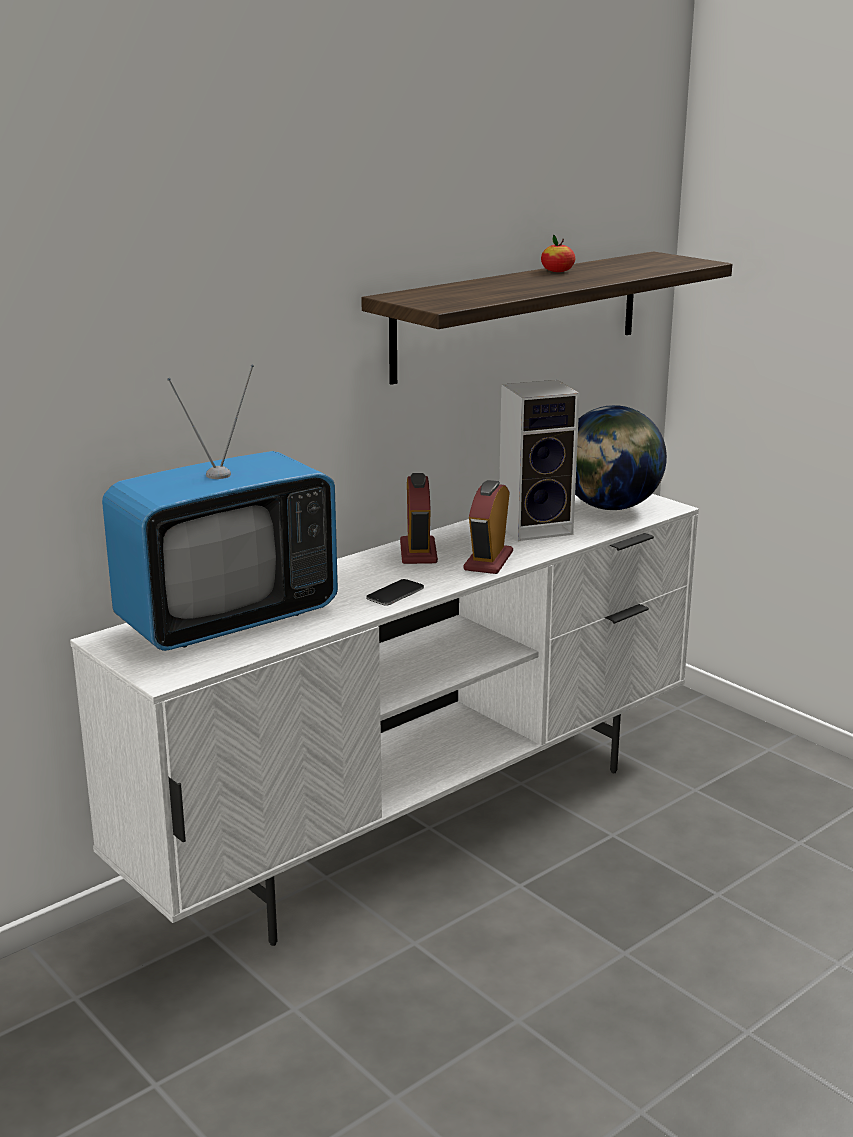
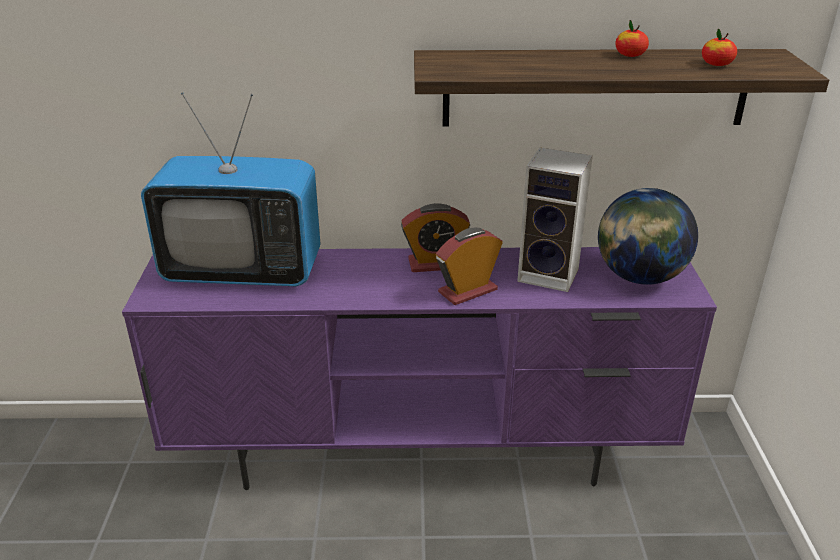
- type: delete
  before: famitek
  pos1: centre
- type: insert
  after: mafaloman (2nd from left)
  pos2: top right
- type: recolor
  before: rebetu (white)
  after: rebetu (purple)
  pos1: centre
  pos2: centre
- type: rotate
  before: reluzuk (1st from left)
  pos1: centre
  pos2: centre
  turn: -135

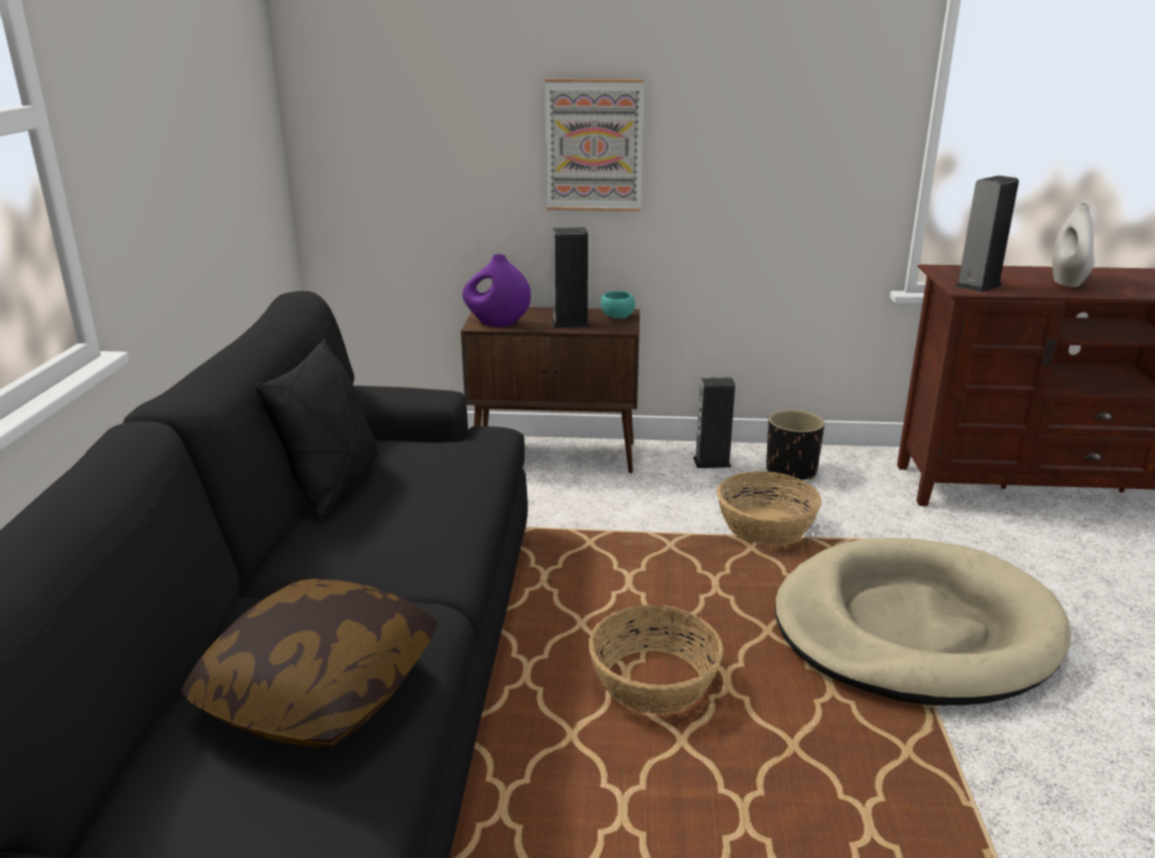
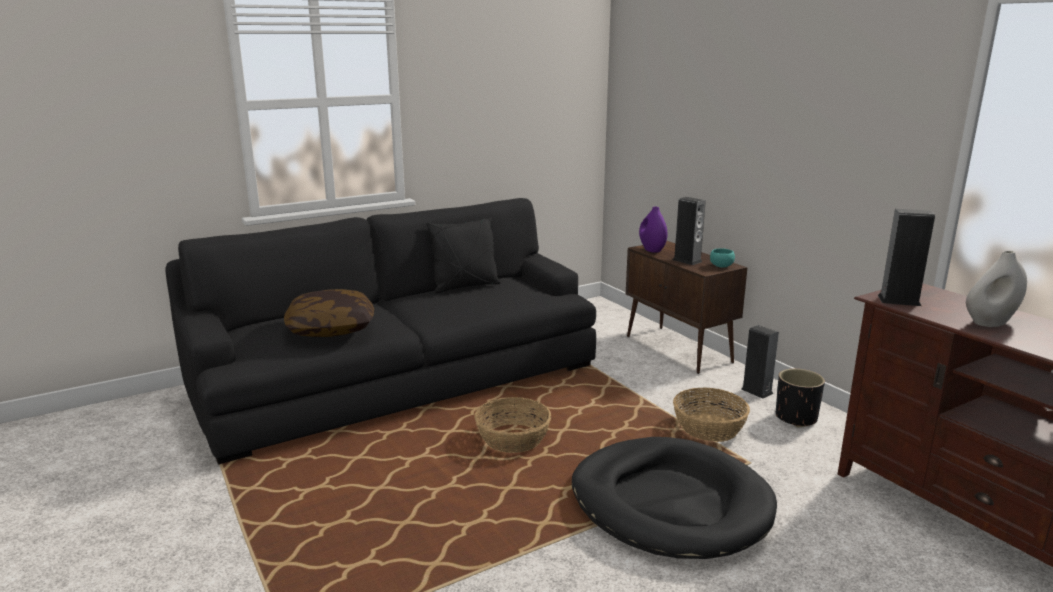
- type: delete
  before: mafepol
  pos1: top centre
- type: recolor
  before: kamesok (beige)
  after: kamesok (black)
  pos1: bottom right
  pos2: bottom centre

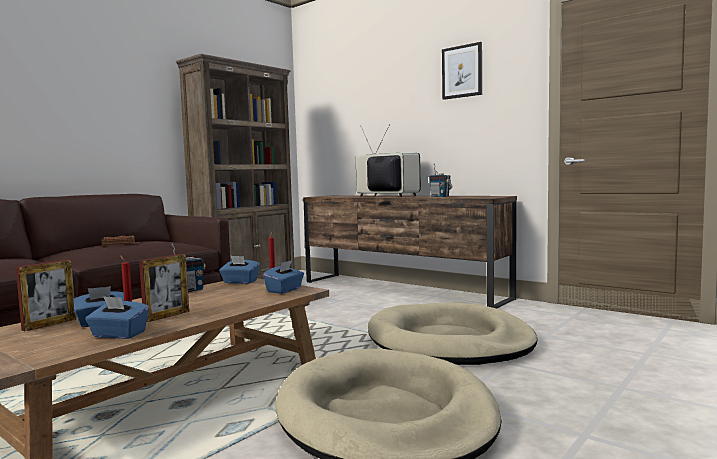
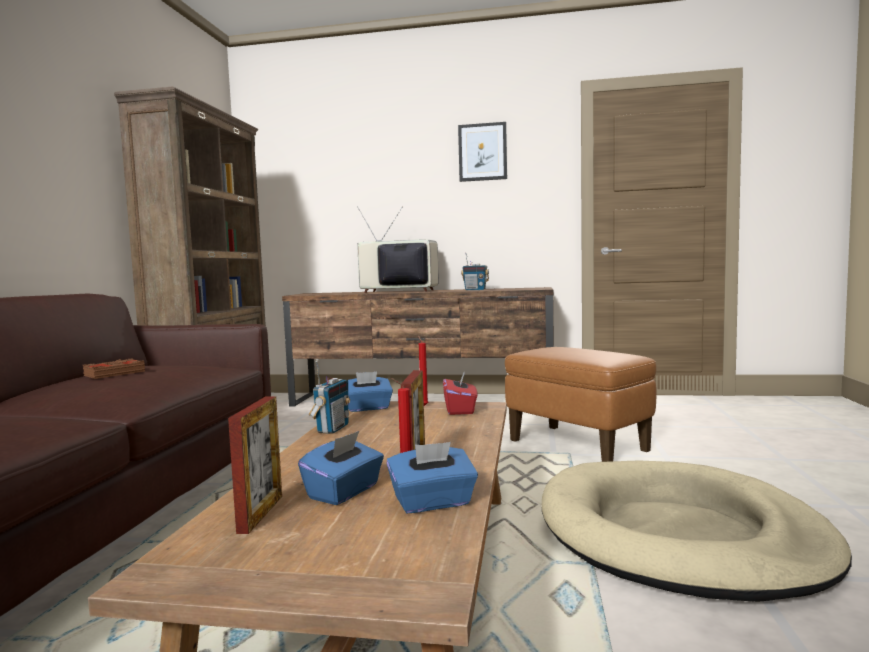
- type: replace
  before: kamesok (beige) (2nd from left)
  after: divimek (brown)
  pos1: bottom centre
  pos2: middle right
- type: recolor
  before: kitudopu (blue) (4th from left)
  after: kitudopu (red)
  pos1: centre
  pos2: centre

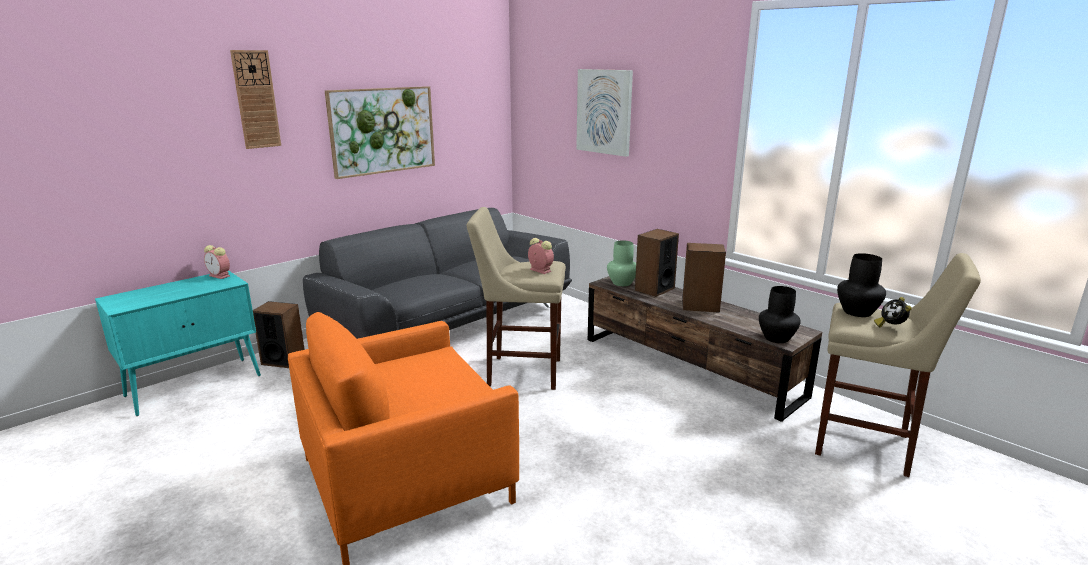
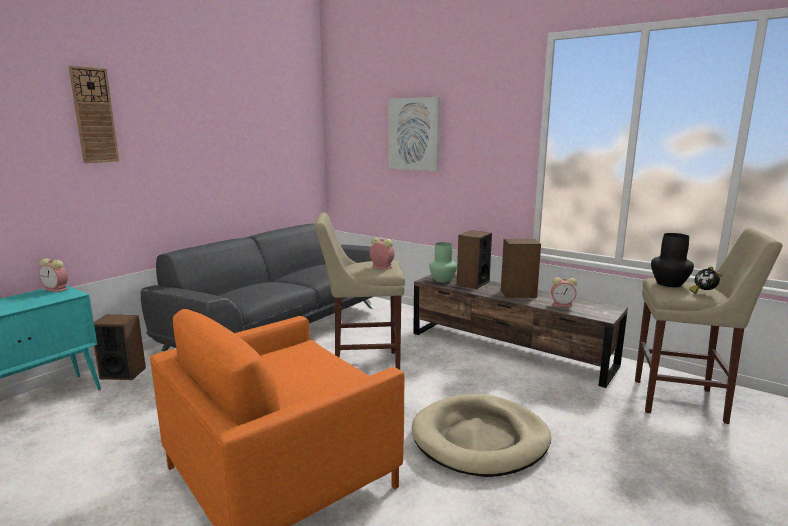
- type: delete
  before: mafepol (1st from left)
  pos1: top centre
- type: delete
  before: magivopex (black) (1st from left)
  pos1: middle right
- type: insert
  after: kamesok (beige)
  pos2: bottom centre
- type: insert
  after: reluzuk (3rd from left)
  pos2: middle right

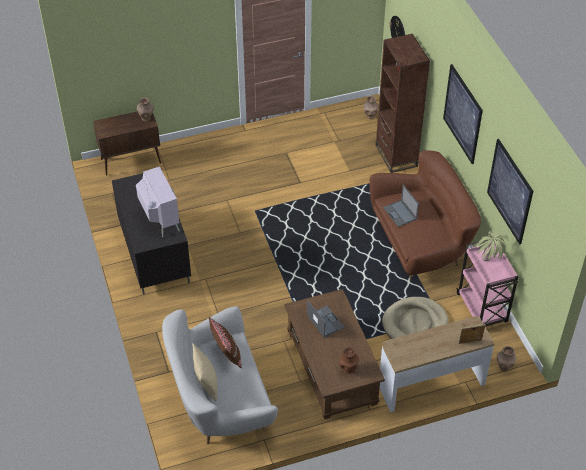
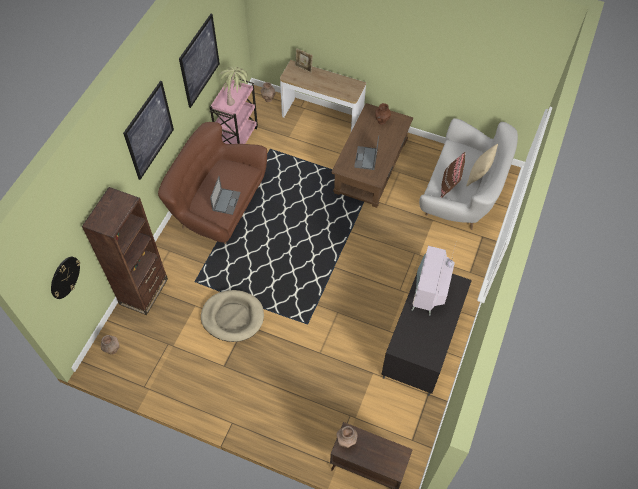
- type: move
  before: kamesok (beige)
  pos1: bottom right
  pos2: centre

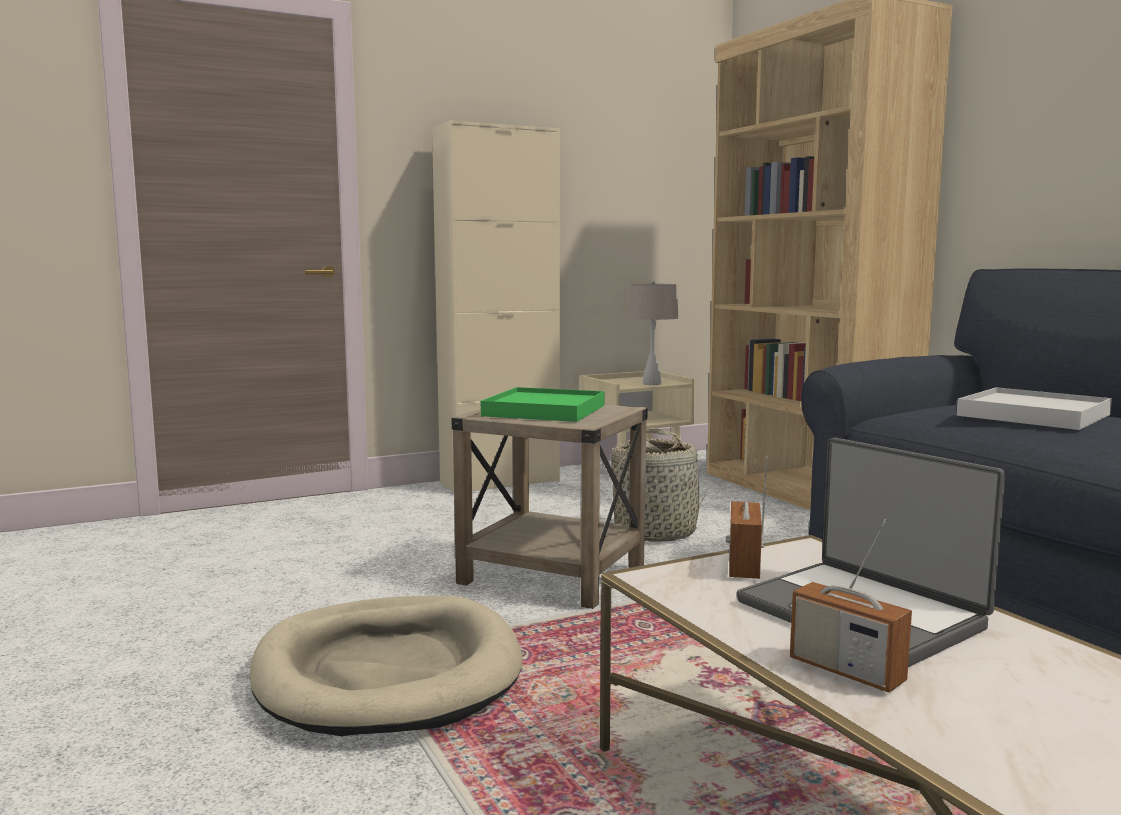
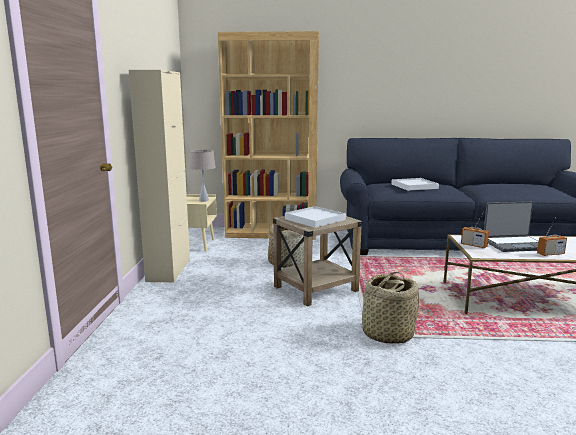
- type: replace
  before: kamesok (beige)
  after: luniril (2nd from left)
  pos1: bottom centre
  pos2: bottom right
- type: recolor
  before: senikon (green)
  after: senikon (white) (1st from left)
  pos1: centre
  pos2: centre

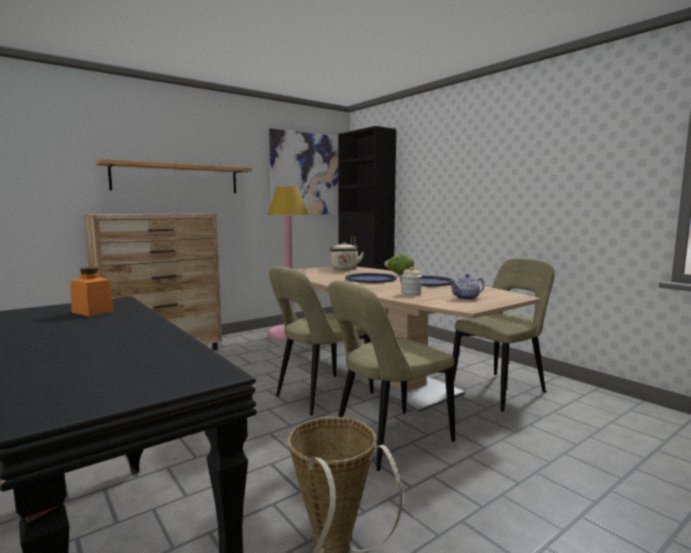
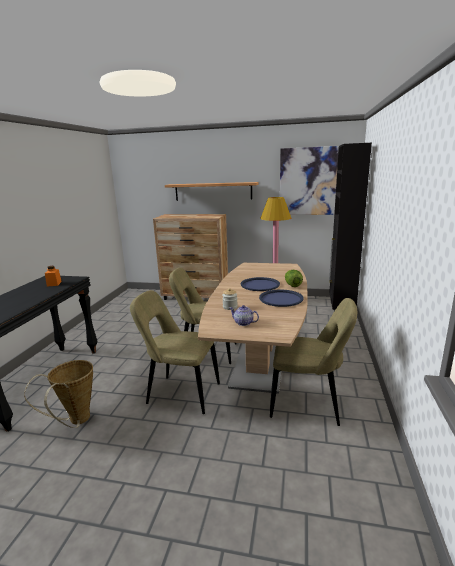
- type: delete
  before: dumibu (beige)
  pos1: centre

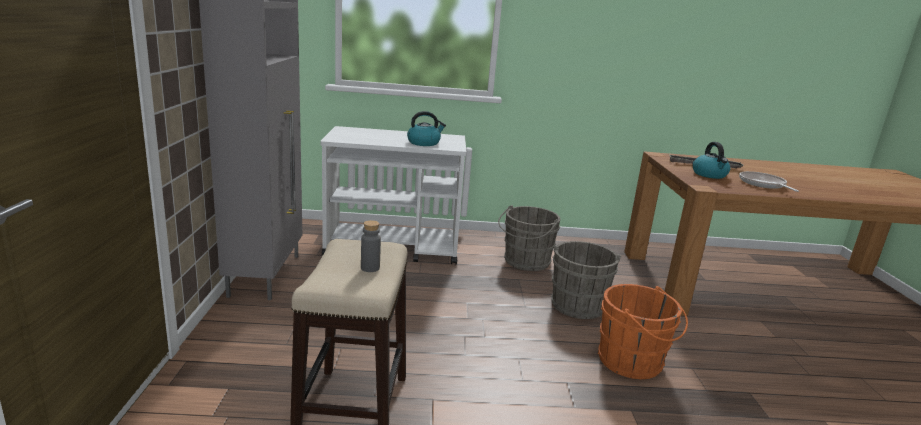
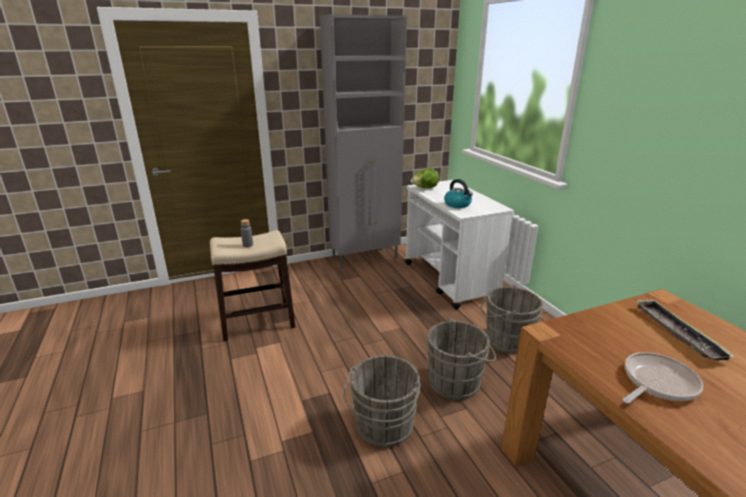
- type: delete
  before: dumibu (2nd from left)
  pos1: middle right
- type: insert
  after: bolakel
  pos2: centre
- type: recolor
  before: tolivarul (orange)
  after: tolivarul (grey) (1st from left)
  pos1: bottom right
  pos2: bottom centre

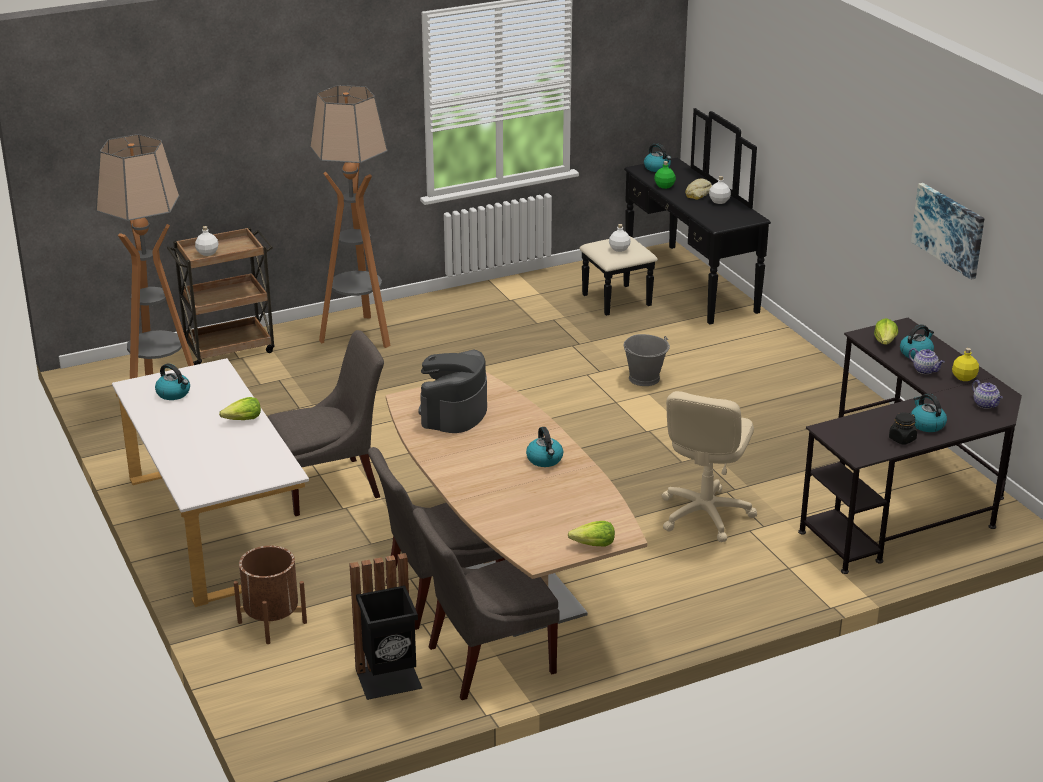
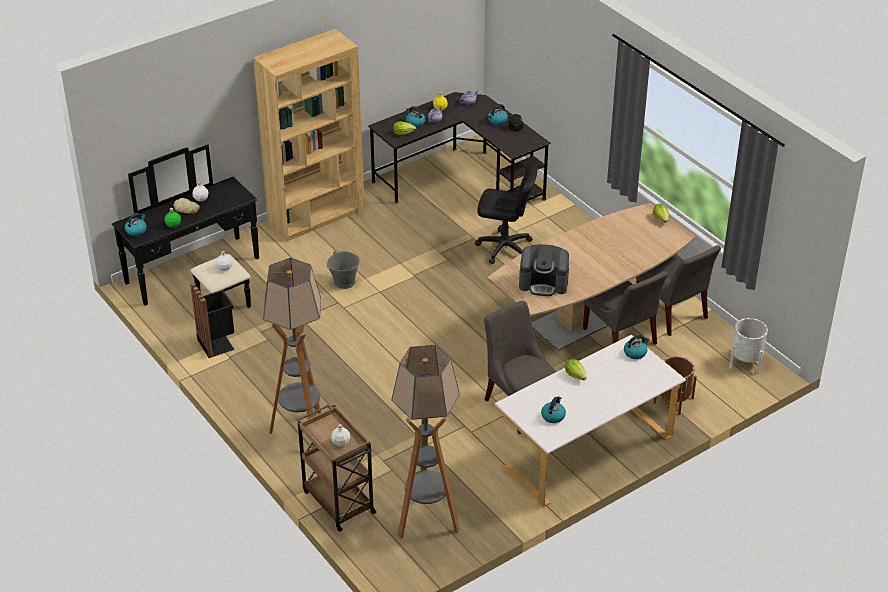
- type: delete
  before: mafepol
  pos1: top right
- type: insert
  after: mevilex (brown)
  pos2: top centre
- type: insert
  after: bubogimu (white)
  pos2: middle right
- type: move
  before: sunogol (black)
  pos1: bottom centre
  pos2: middle left
- type: move
  before: dumibu (2nd from left in the first image)
  after: dumibu (5th from left)
  pos1: centre
  pos2: middle right
- type: recolor
  before: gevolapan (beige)
  after: gevolapan (black)
  pos1: middle right
  pos2: centre

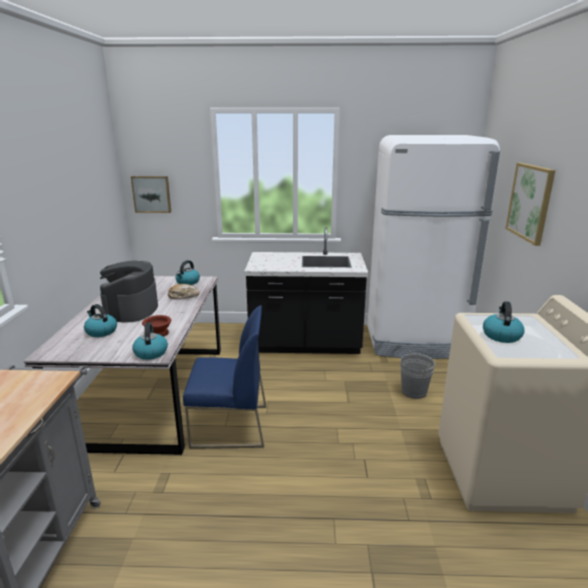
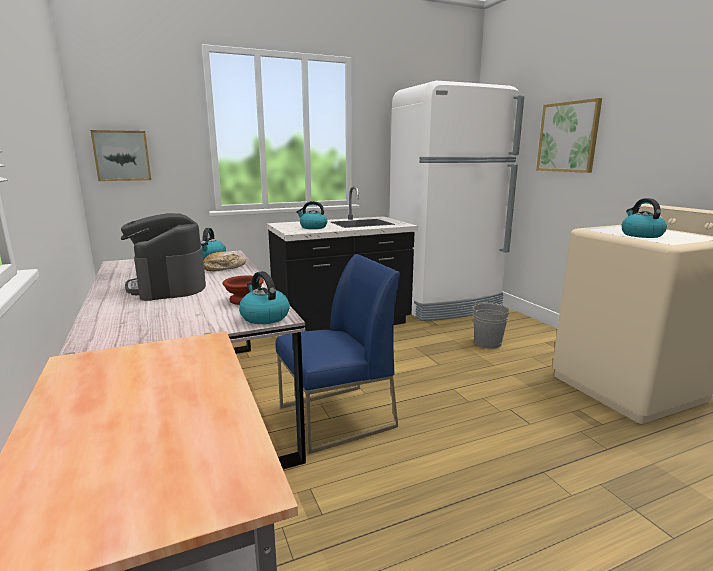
- type: move
  before: dumibu (1st from left in the first image)
  after: dumibu (3rd from left)
  pos1: middle left
  pos2: centre

